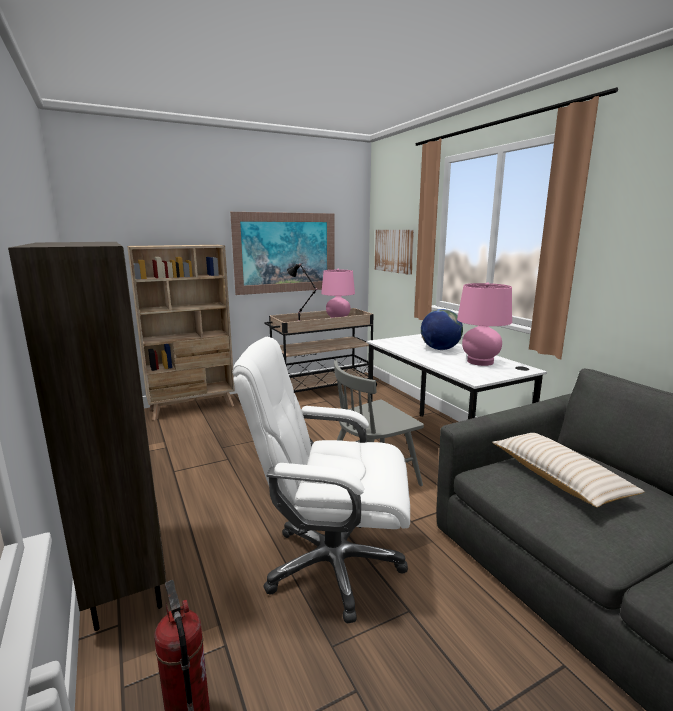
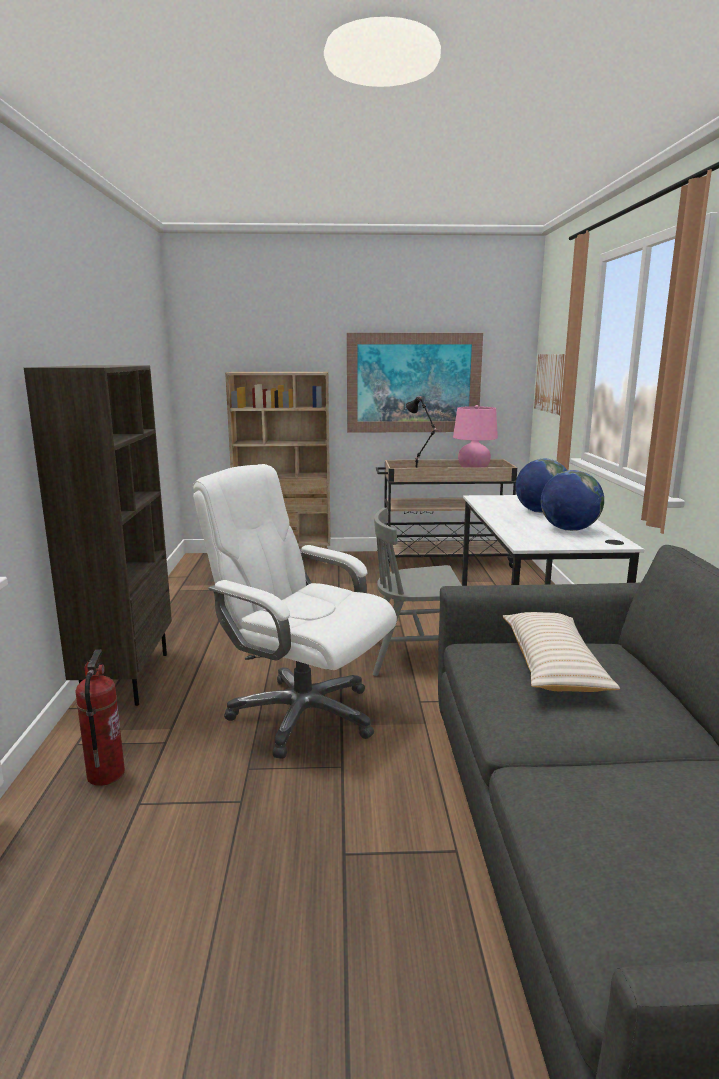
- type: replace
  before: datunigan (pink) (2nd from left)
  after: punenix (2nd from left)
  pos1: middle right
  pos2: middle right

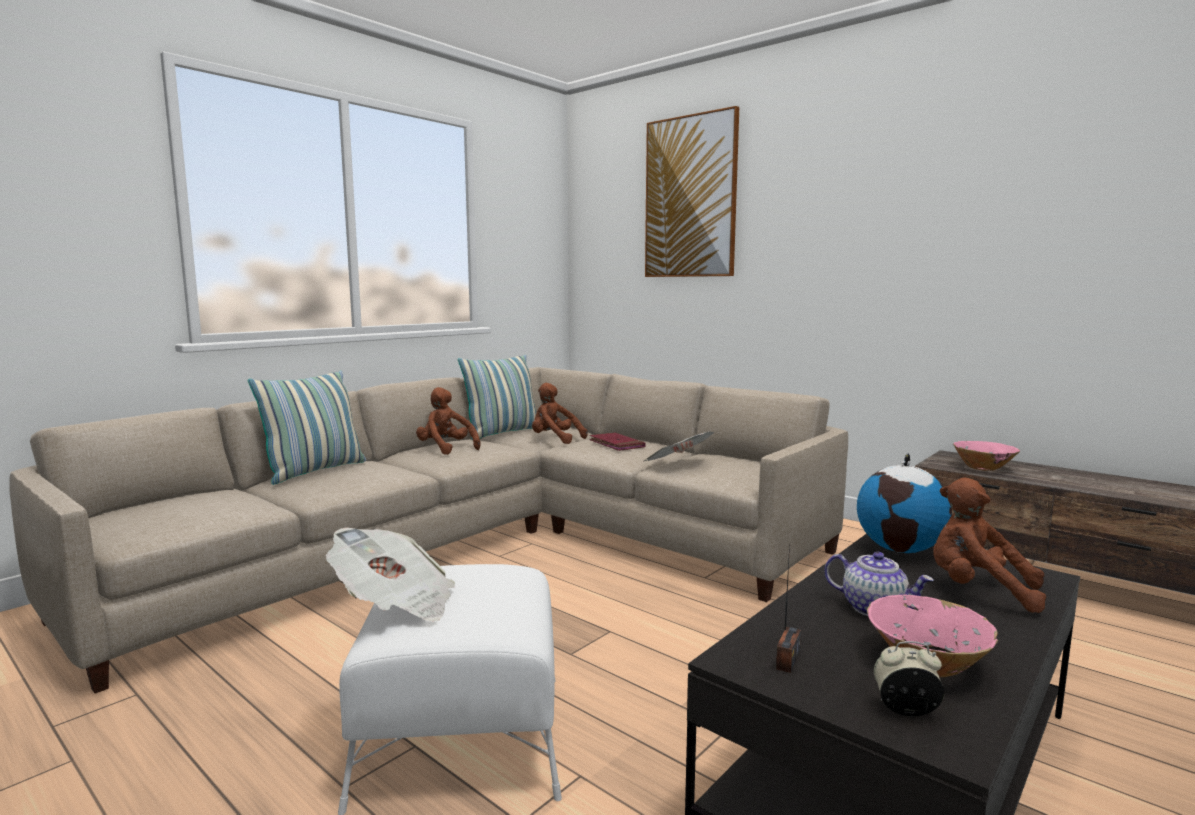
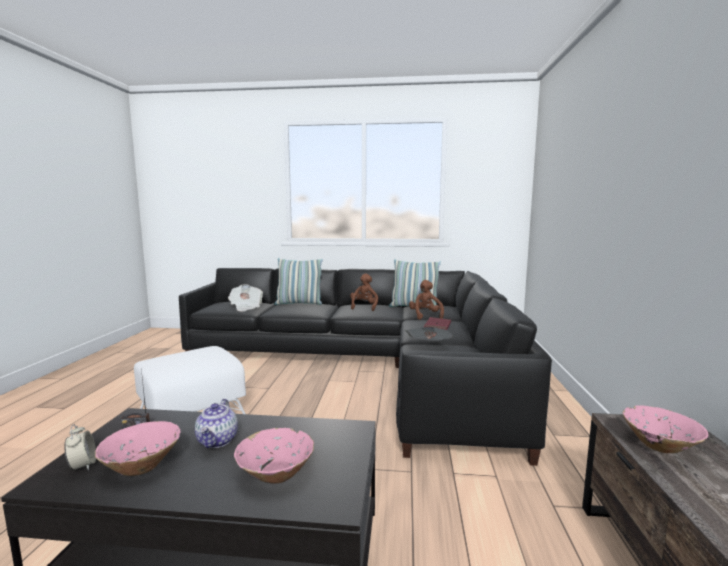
- type: delete
  before: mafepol
  pos1: top centre
- type: delete
  before: punenix
  pos1: middle right
- type: move
  before: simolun (1st from left)
  pos1: bottom left
  pos2: centre
- type: replace
  before: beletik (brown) (3rd from left)
  after: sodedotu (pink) (2nd from left)
  pos1: bottom right
  pos2: bottom centre
- type: recolor
  before: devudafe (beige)
  after: devudafe (black)
  pos1: centre
  pos2: centre

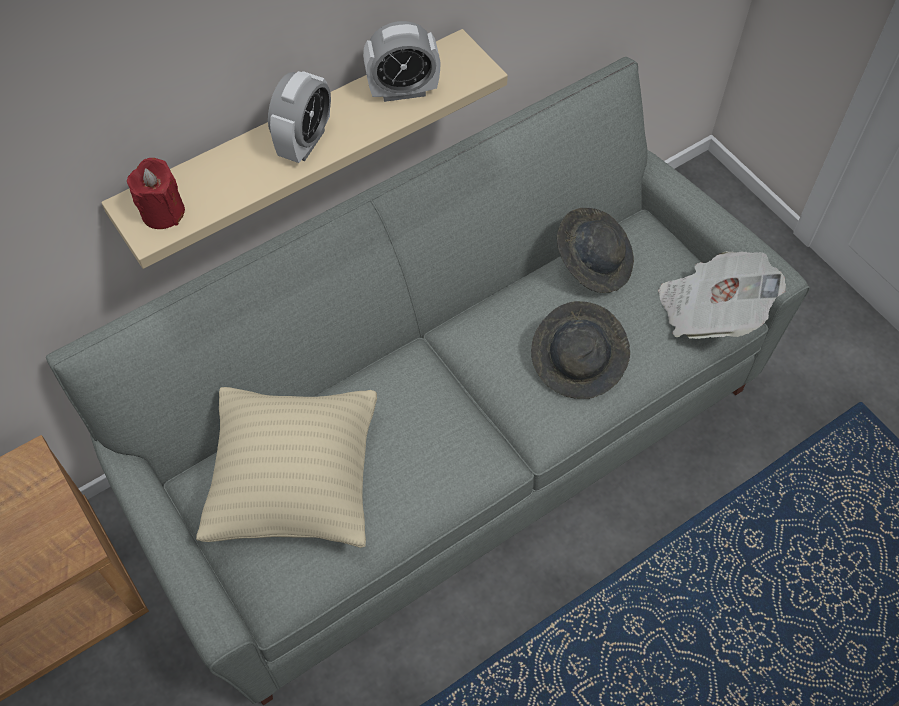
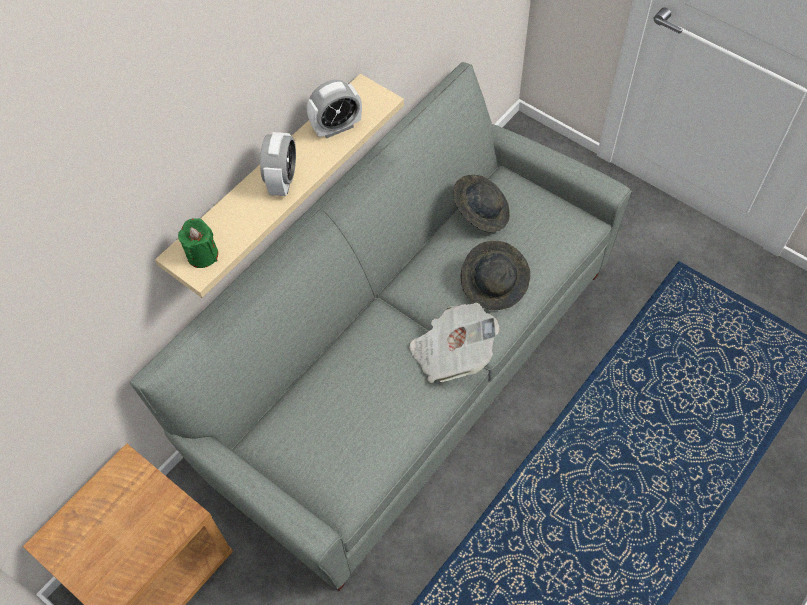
- type: delete
  before: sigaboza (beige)
  pos1: middle left
- type: move
  before: simolun
  pos1: middle right
  pos2: centre
- type: recolor
  before: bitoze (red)
  after: bitoze (green)
  pos1: top left
  pos2: middle left

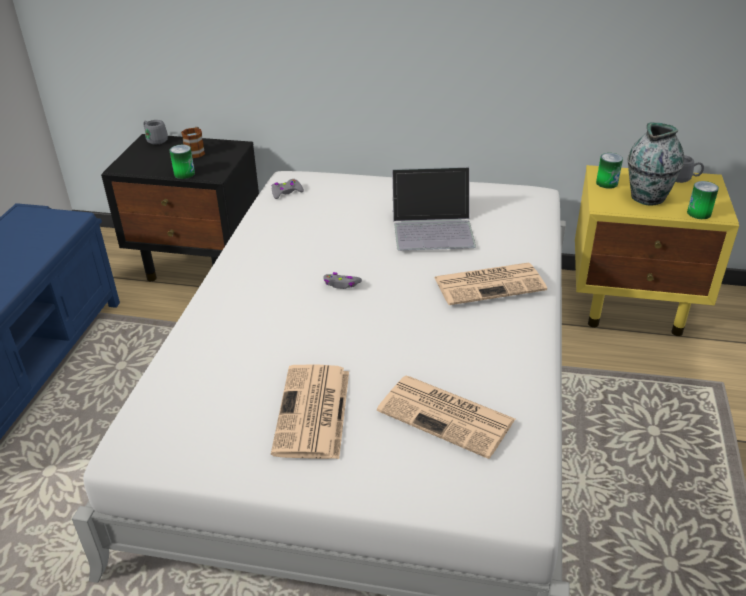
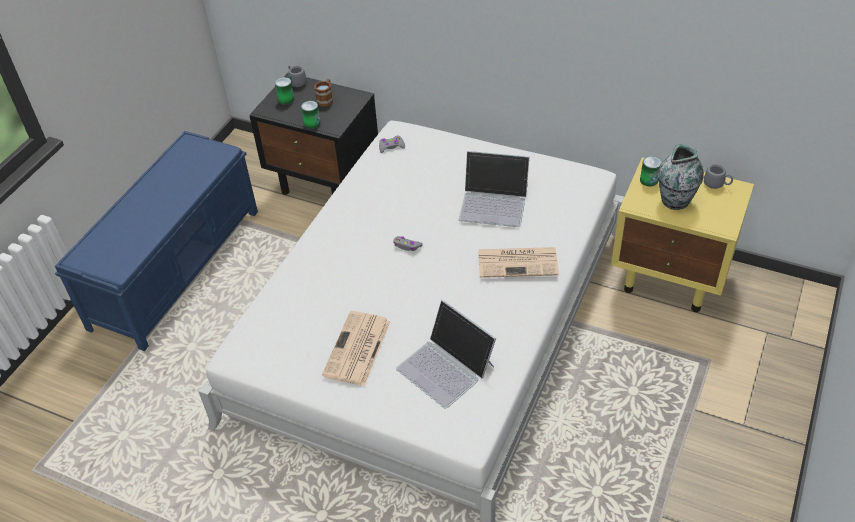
- type: move
  before: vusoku (3rd from left in the first image)
  after: vusoku (1st from left)
  pos1: middle right
  pos2: top left
- type: replace
  before: simolun (2nd from left)
  after: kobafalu (1st from left)
  pos1: bottom centre
  pos2: bottom centre

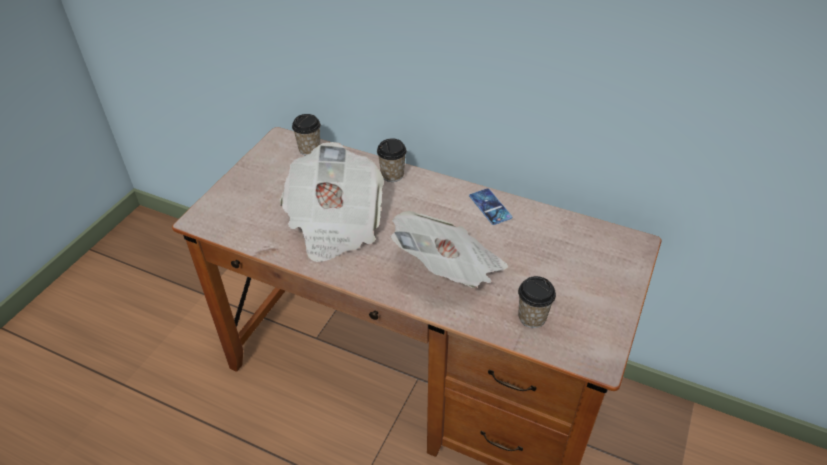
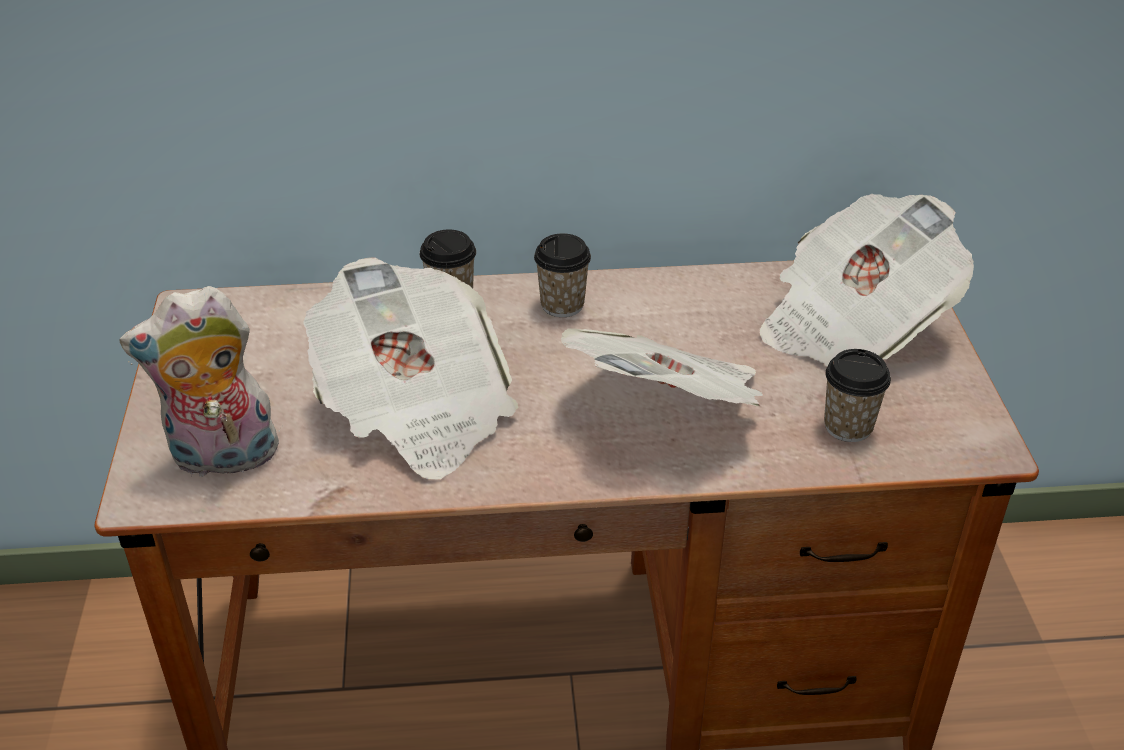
- type: delete
  before: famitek
  pos1: centre
- type: insert
  after: beletik
  pos2: middle left
- type: insert
  after: simolun (3rd from left)
  pos2: middle right
- type: move
  before: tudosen (1st from left in the first image)
  after: tudosen (2nd from left)
  pos1: top centre
  pos2: centre

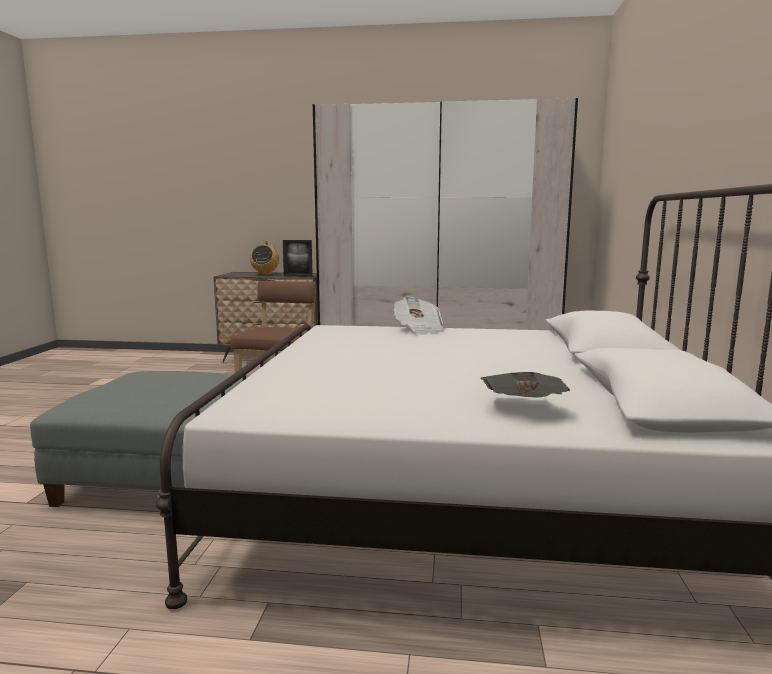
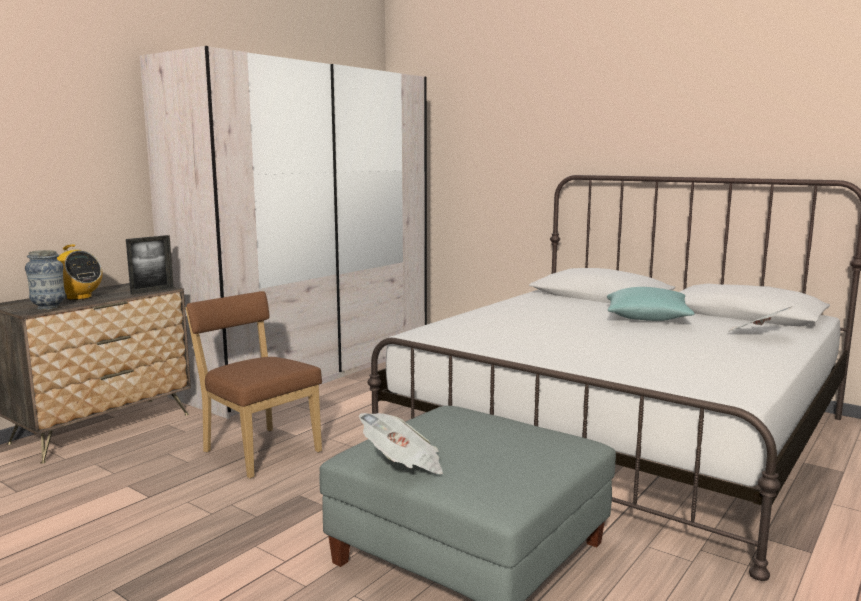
- type: insert
  after: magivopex
  pos2: middle left
- type: insert
  after: sigaboza (turquoise)
  pos2: middle right
- type: move
  before: simolun (1st from left)
  pos1: centre
  pos2: bottom centre

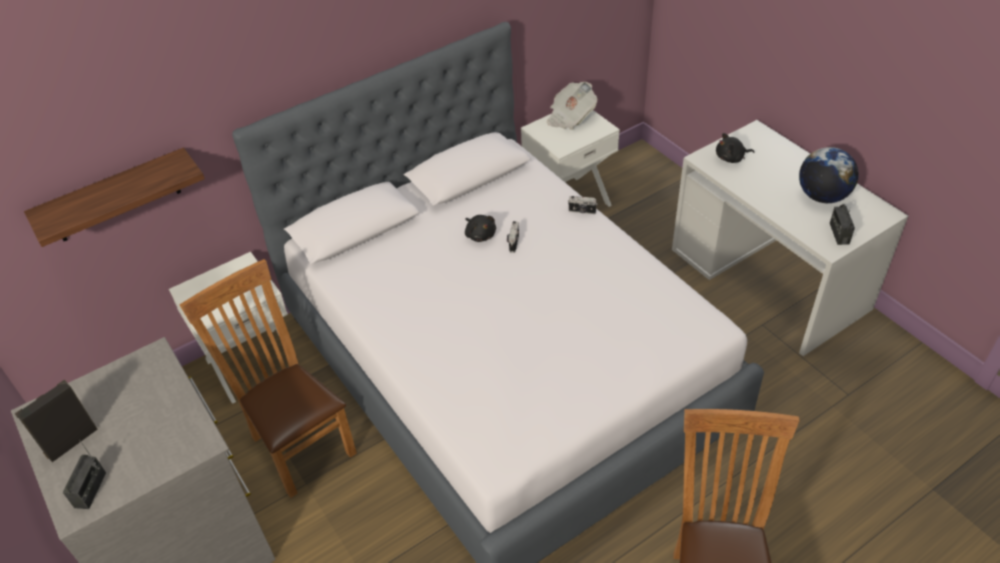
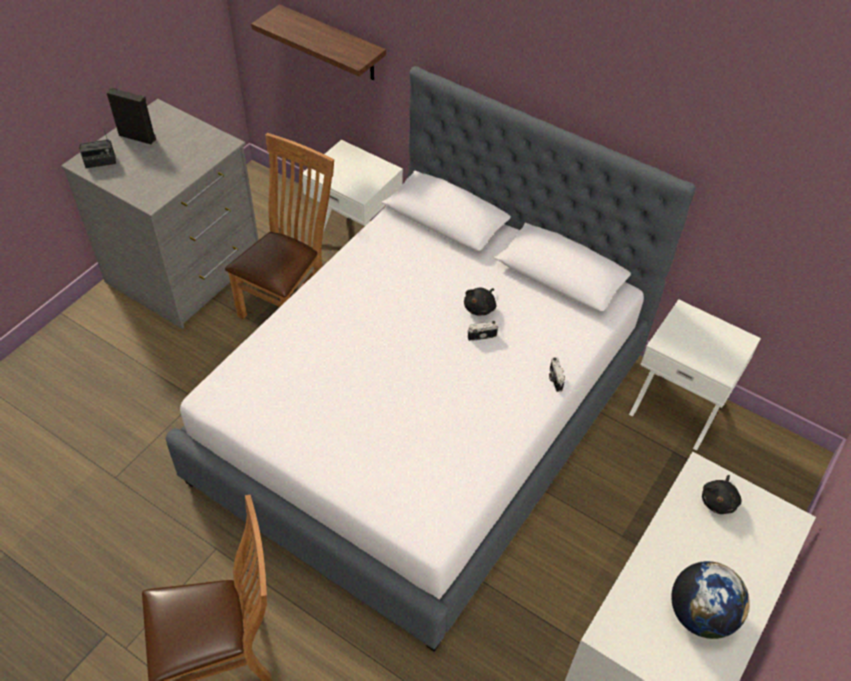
- type: delete
  before: simolun
  pos1: top centre
- type: delete
  before: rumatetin (2nd from left)
  pos1: middle right
- type: rotate
  before: beletik (black) (2nd from left)
  pos1: top right
  pos2: bottom right
  turn: -120

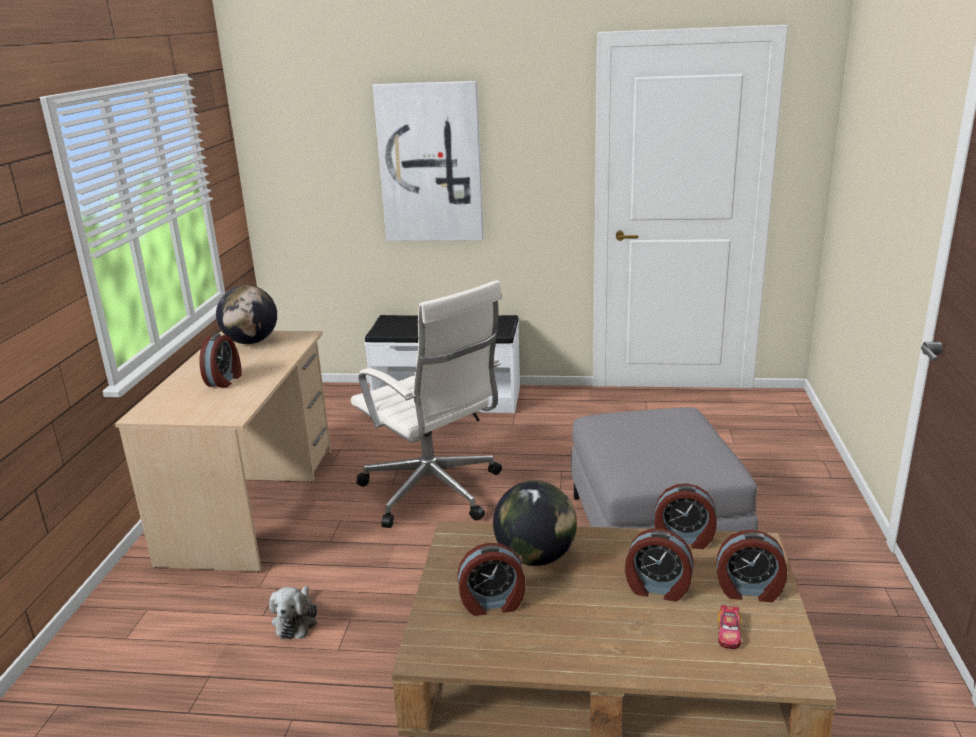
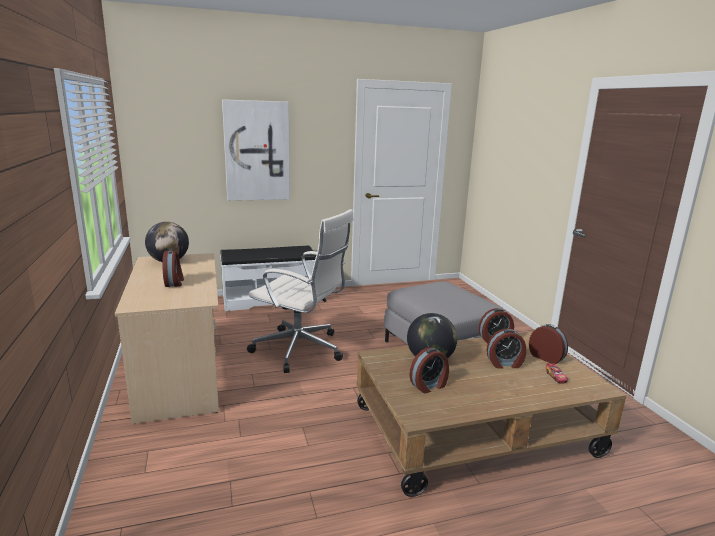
- type: delete
  before: beletik
  pos1: bottom left
- type: rotate
  before: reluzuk (5th from left)
  pos1: bottom right
  pos2: middle right
  turn: -120

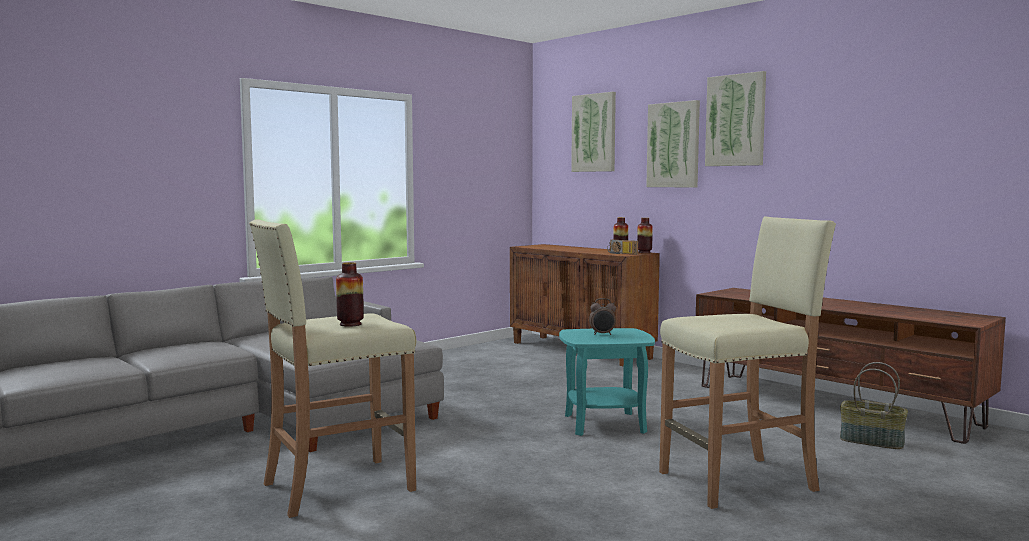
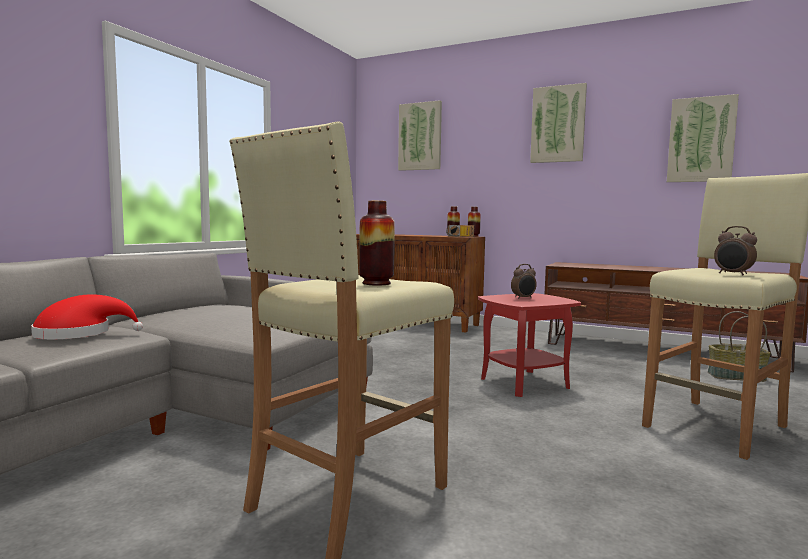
- type: insert
  after: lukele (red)
  pos2: middle left
- type: insert
  after: reluzuk (2nd from left)
  pos2: middle right
- type: move
  before: mafepol (2nd from left in the first image)
  after: mafepol (3rd from left)
  pos1: top centre
  pos2: top right
- type: recolor
  before: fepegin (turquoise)
  after: fepegin (red)
  pos1: bottom centre
  pos2: centre

